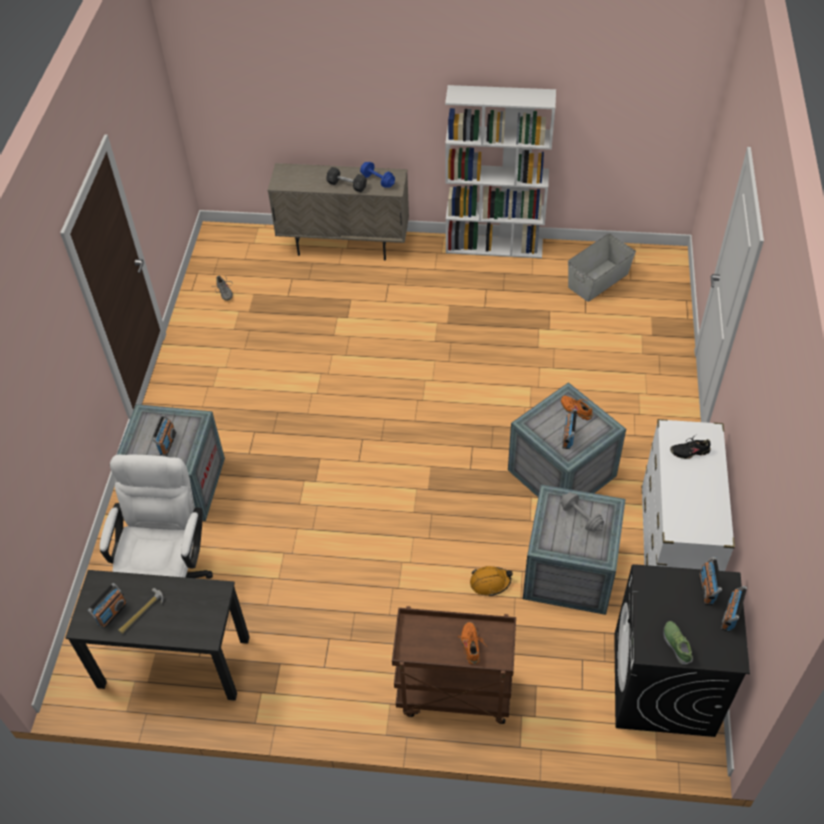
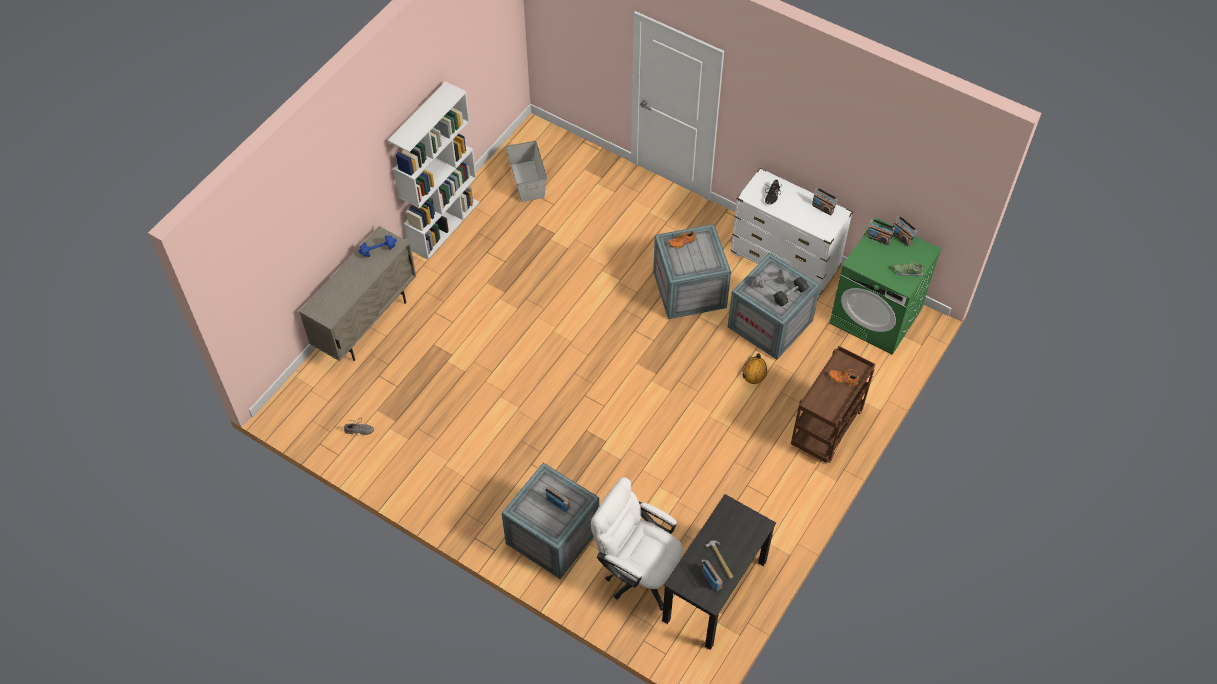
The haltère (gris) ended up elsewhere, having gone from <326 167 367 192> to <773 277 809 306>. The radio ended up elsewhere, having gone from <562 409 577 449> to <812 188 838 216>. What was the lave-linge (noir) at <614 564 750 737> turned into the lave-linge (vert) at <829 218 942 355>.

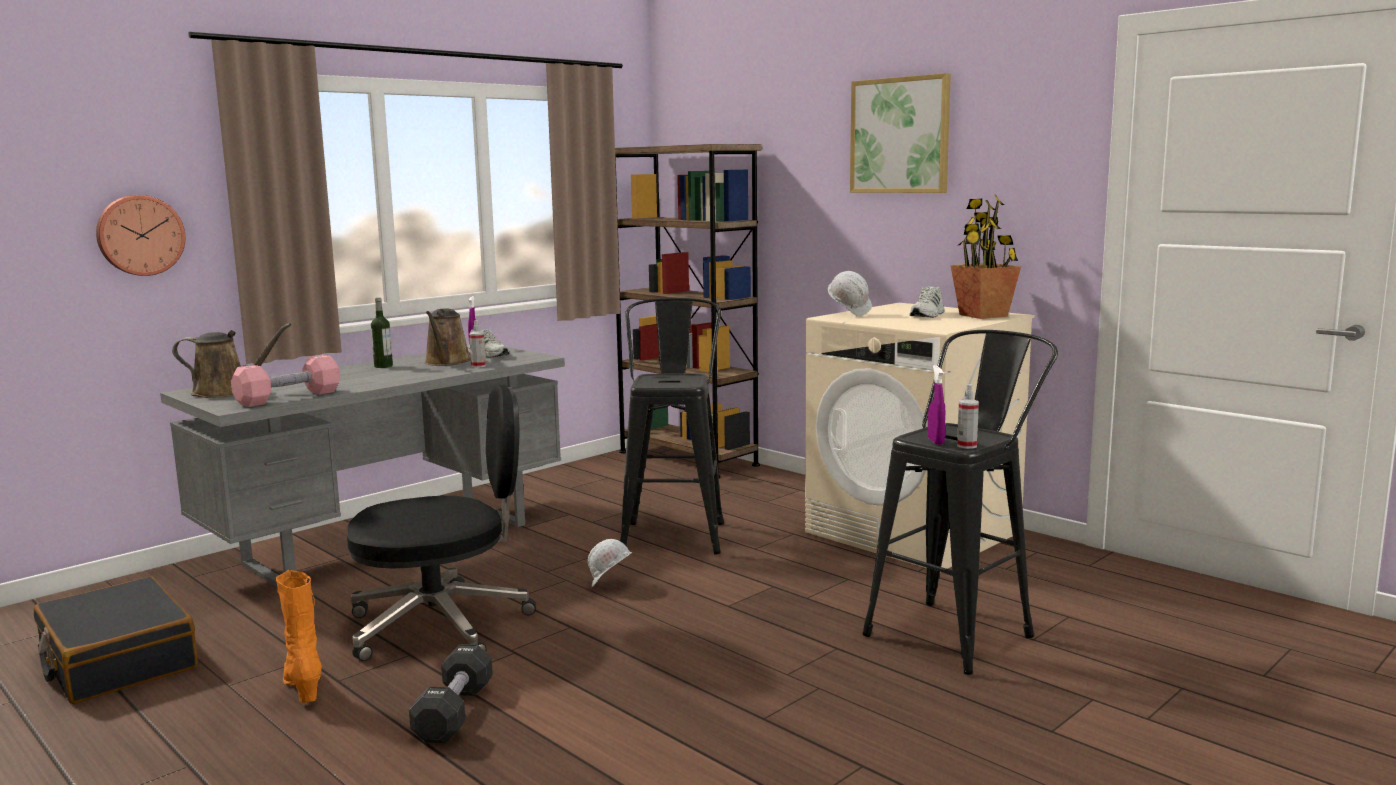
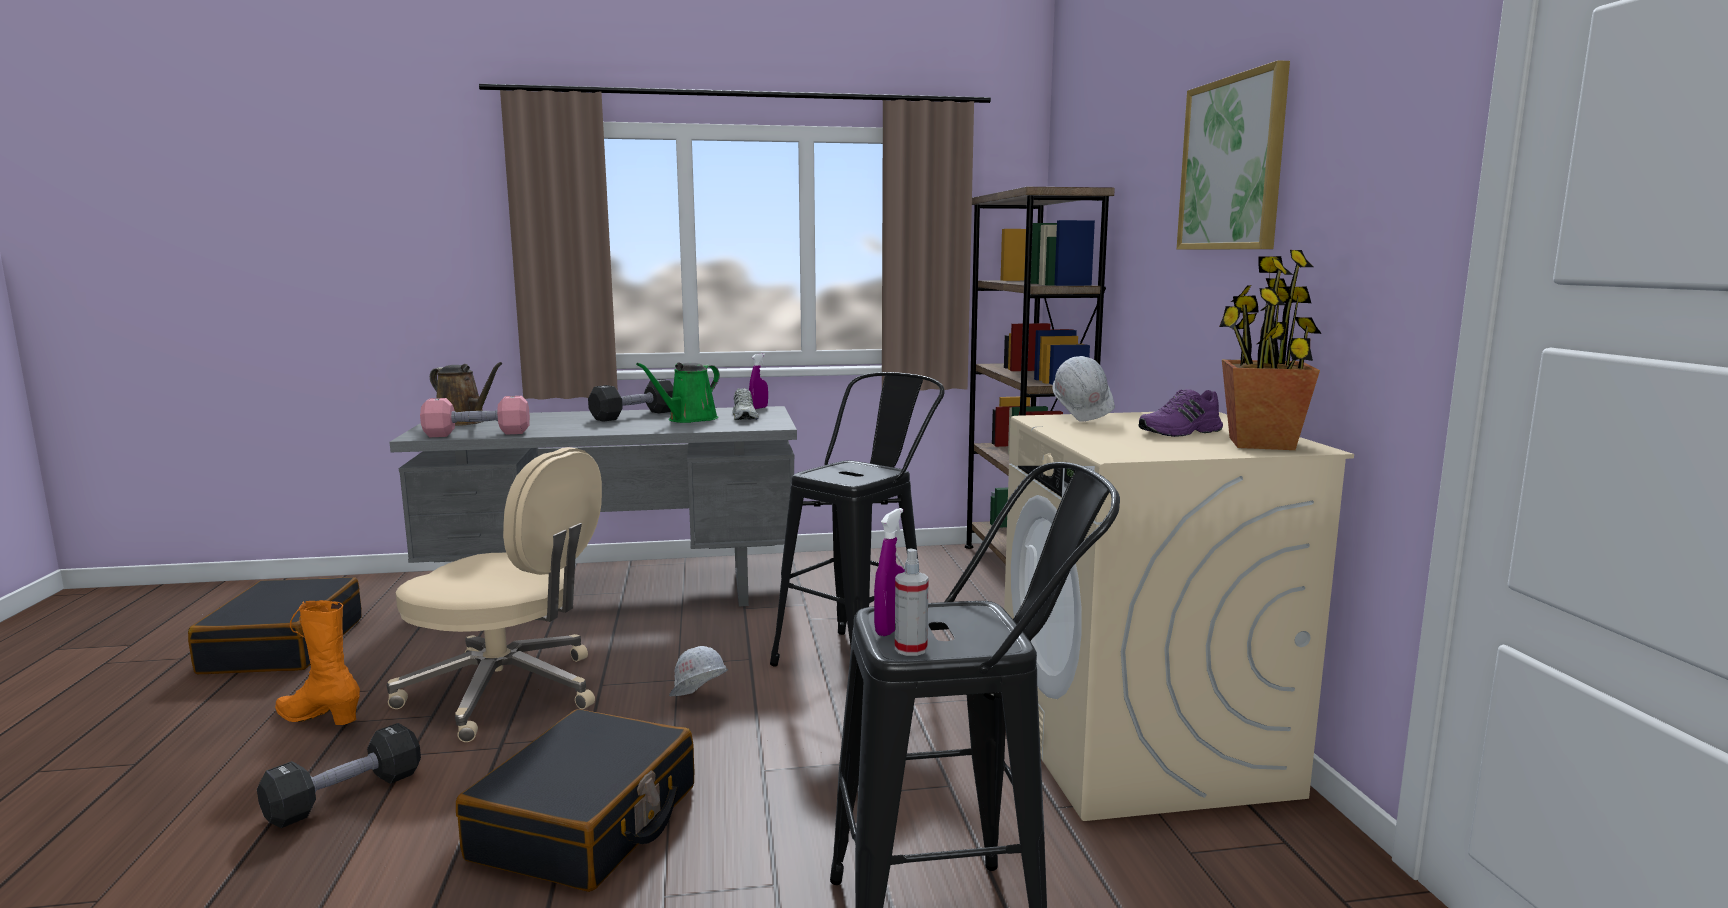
The second view lost the horloge murale at <96 195 185 276>. The botte (orange) at <276 570 322 703> ended up facing another way, 75 degrees counterclockwise from before. What was the chaise de bureau (noir) at <347 384 536 661> turned into the chaise de bureau (beige) at <387 447 602 742>. Where the bouteille stood at <371 298 393 368>, the haltère (noir) came to stand at <588 379 673 422>. What was the arrosoir (marron) at <424 308 471 366> turned into the arrosoir (vert) at <636 362 720 423>. The second view lost the vaporisateur at <469 320 486 368>. What was the chaussure (blanc) at <910 286 945 318> turned into the chaussure (violet) at <1138 389 1223 437>. The second view gained the valise (noir) at <456 709 694 892>.

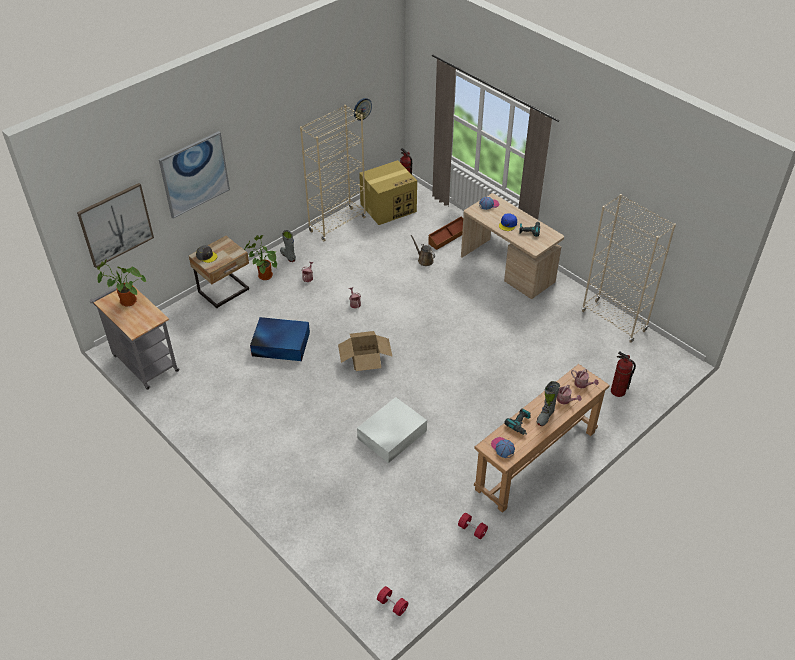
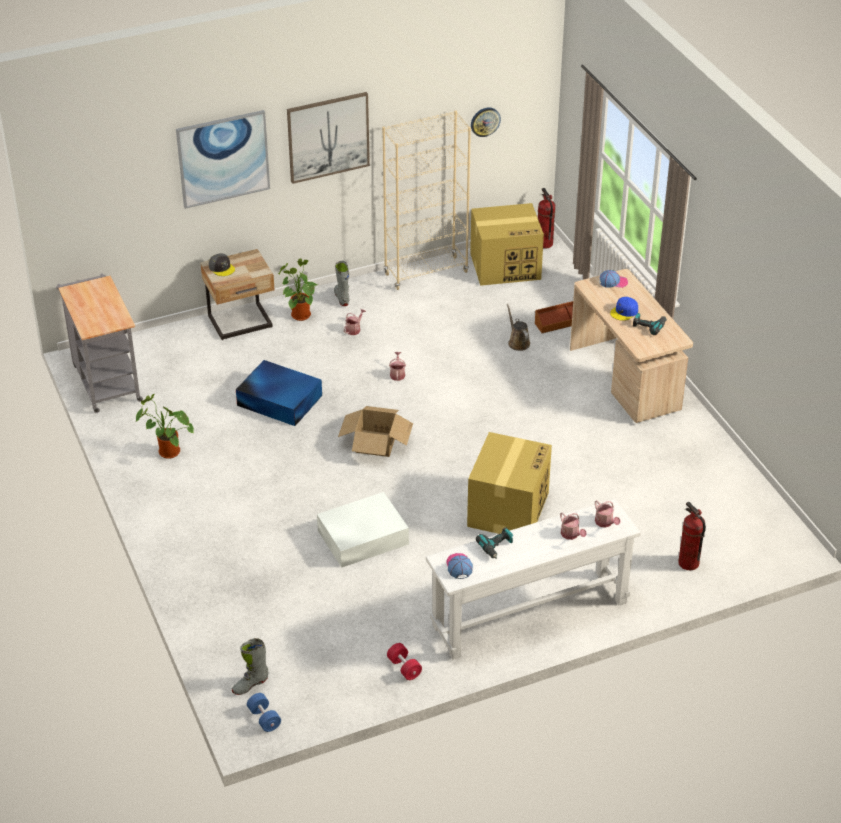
The tableau ended up elsewhere, having gone from <77 183 154 268> to <287 92 370 184>. The plante en pot ended up elsewhere, having gone from <97 259 146 306> to <136 394 194 459>. What was the haltère (rouge) at <377 586 408 616> turned into the haltère (bleu) at <247 693 281 732>. What was the table console (marron) at <474 364 610 513> turned into the table console (blanc) at <426 499 641 660>. The botte (gris) ended up elsewhere, having gone from <537 381 560 426> to <232 638 268 695>. The second view lost the bibliothèque (beige) at <582 194 676 343>. The second view gained the carton at <467 432 552 534>.

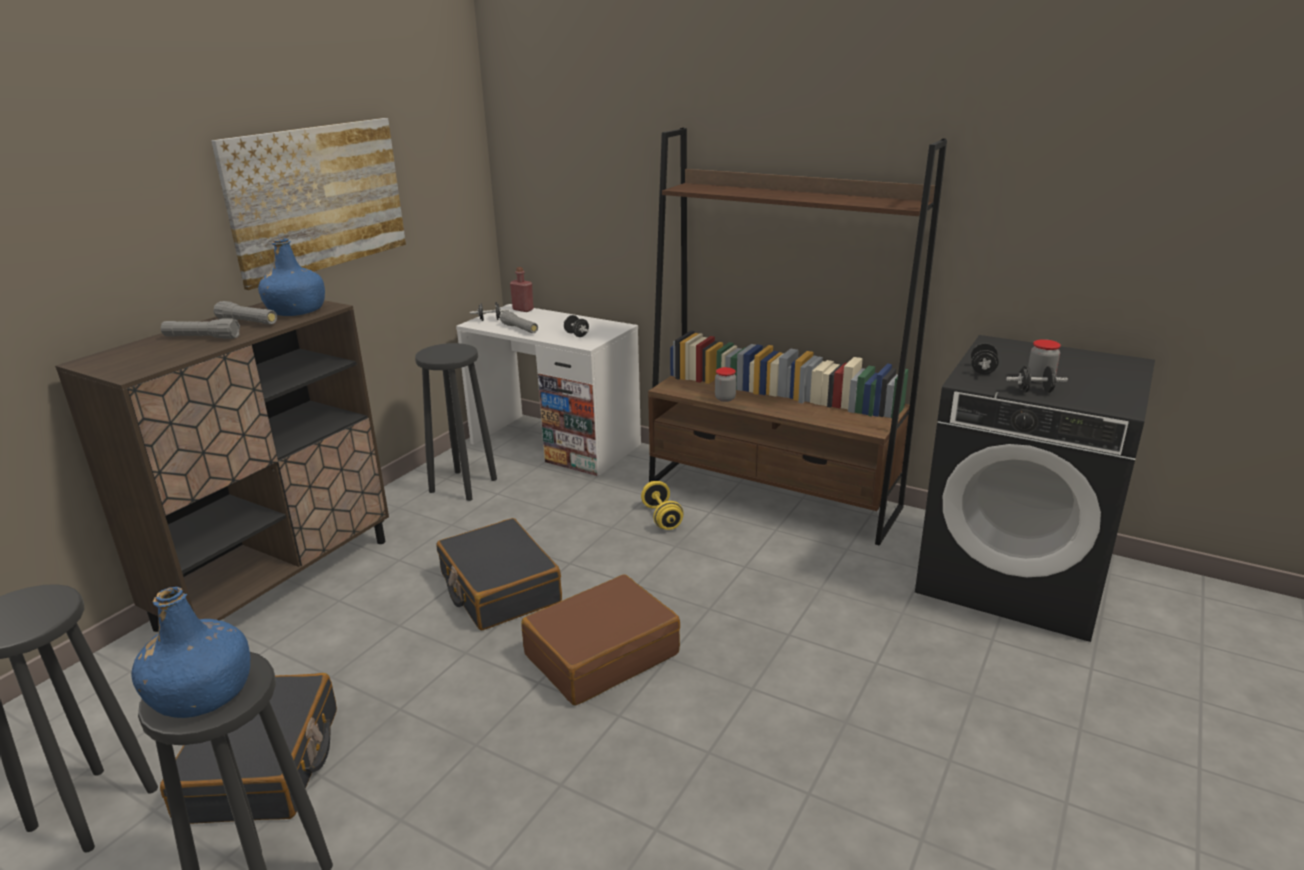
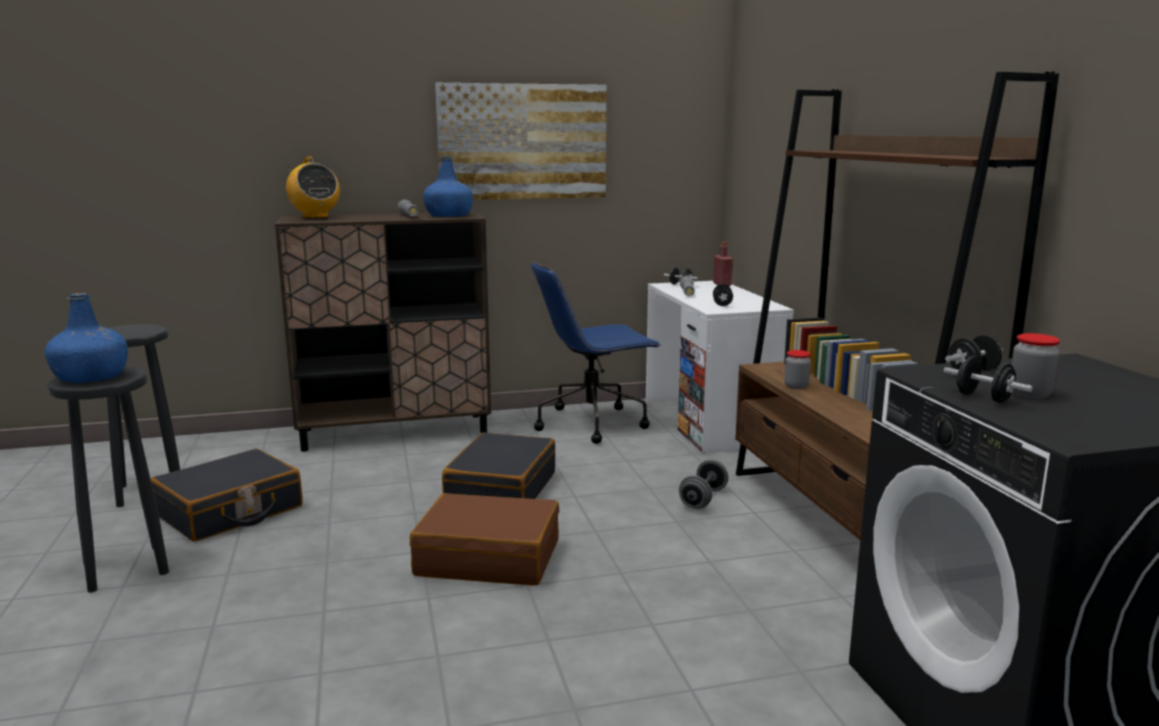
The second view lost the lampe de poche (gris) at <161 318 240 339>. Where the tabouret (noir) stood at <415 343 497 501>, the chaise de bureau (bleu) came to stand at <531 261 661 444>. What was the haltère (jaune) at <641 481 684 530> turned into the haltère (gris) at <679 460 728 509>. The second view gained the radio at <286 157 340 218>.

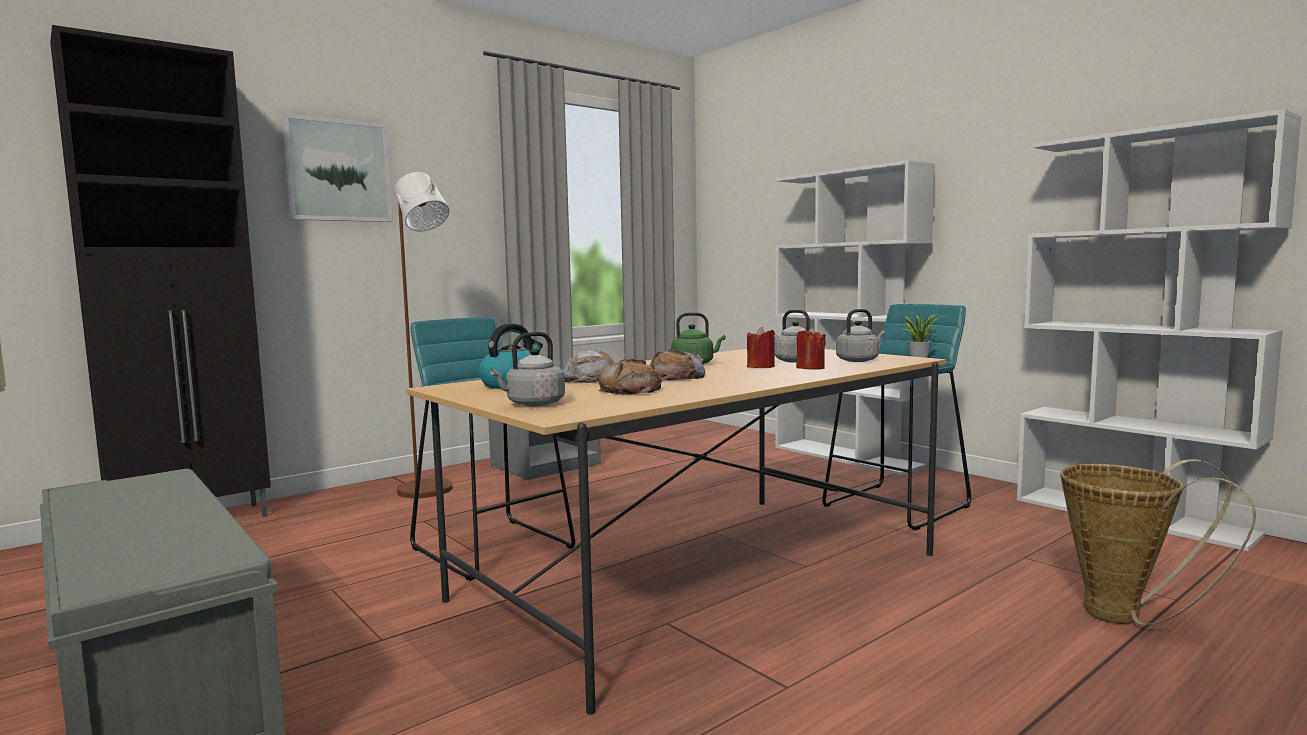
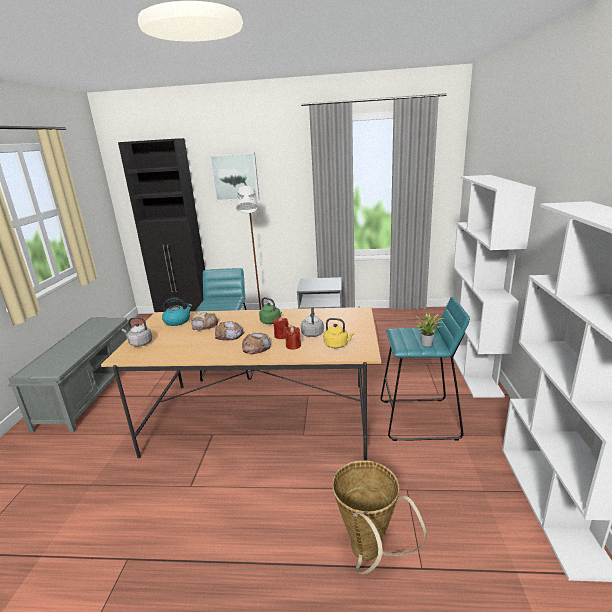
The pain ended up elsewhere, having gone from <599 359 662 394> to <242 333 271 355>. What was the bouilloire (gris) at <836 309 885 362> turned into the bouilloire (jaune) at <324 318 354 348>.

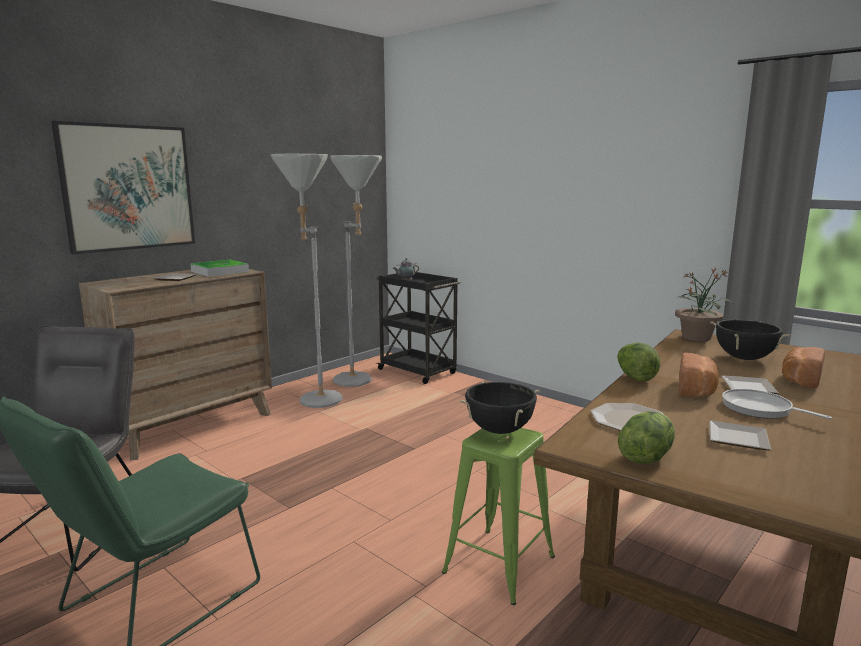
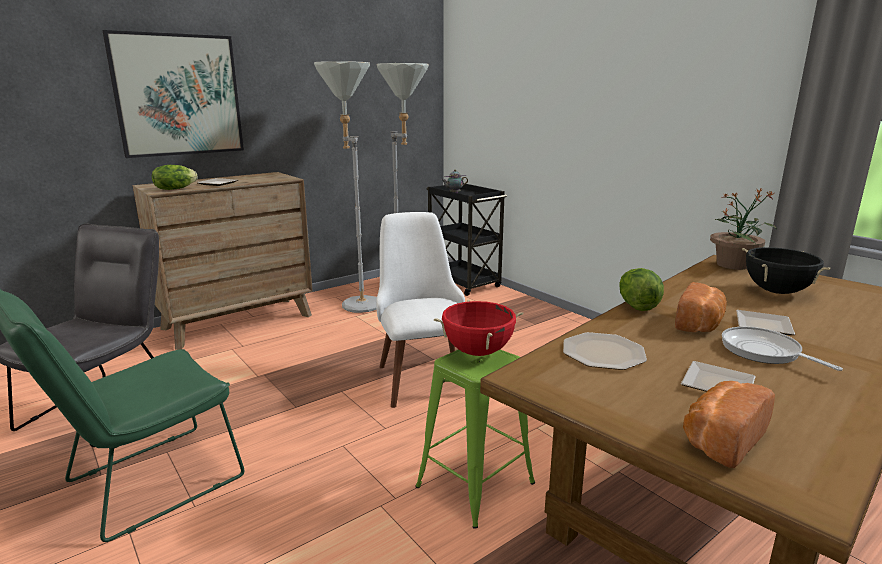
The second view lost the plateau at <190 260 249 277>. What was the marmite (noir) at <460 381 540 434> turned into the marmite (rouge) at <434 300 523 356>. The laitue ended up elsewhere, having gone from <618 411 675 464> to <152 165 198 190>. The pain ended up elsewhere, having gone from <782 347 825 388> to <683 381 775 468>. The second view gained the chaise (blanc) at <376 212 465 408>.

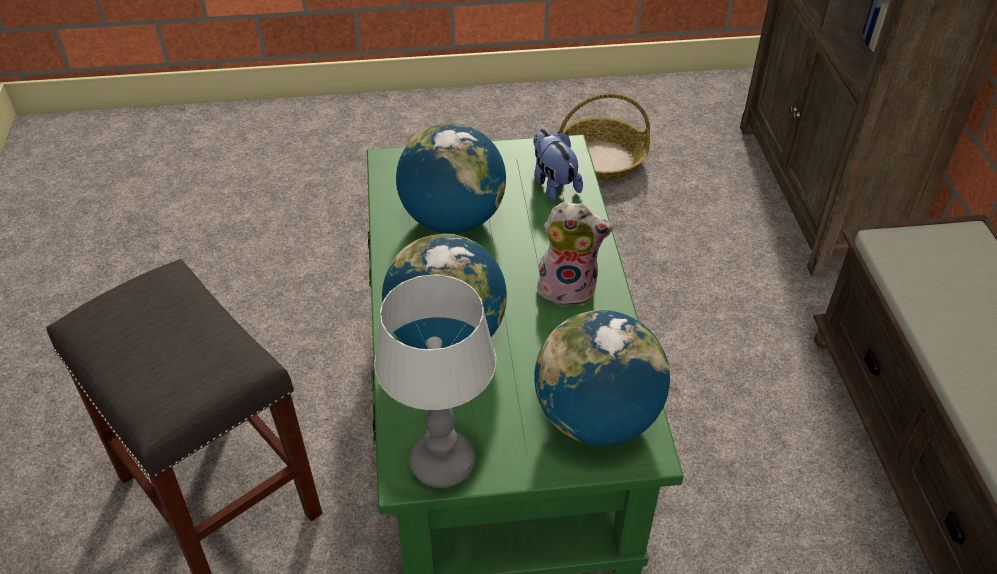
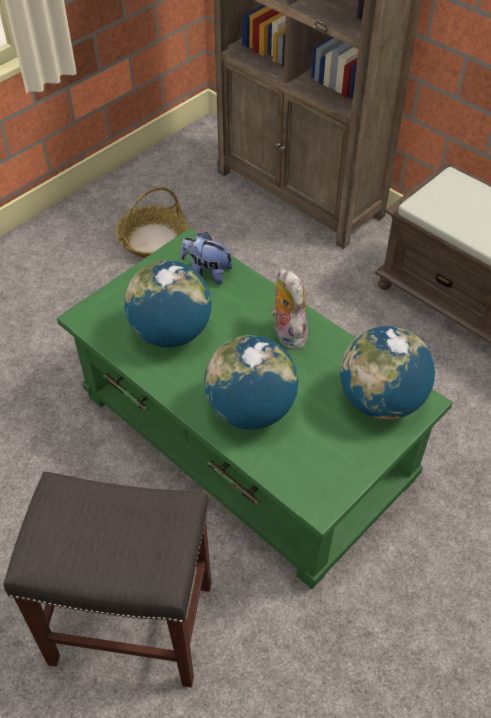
The second view lost the lampe de table at <374 274 496 488>. The peluche at <533 202 613 307> ended up facing another way, 75 degrees counterclockwise from before.

